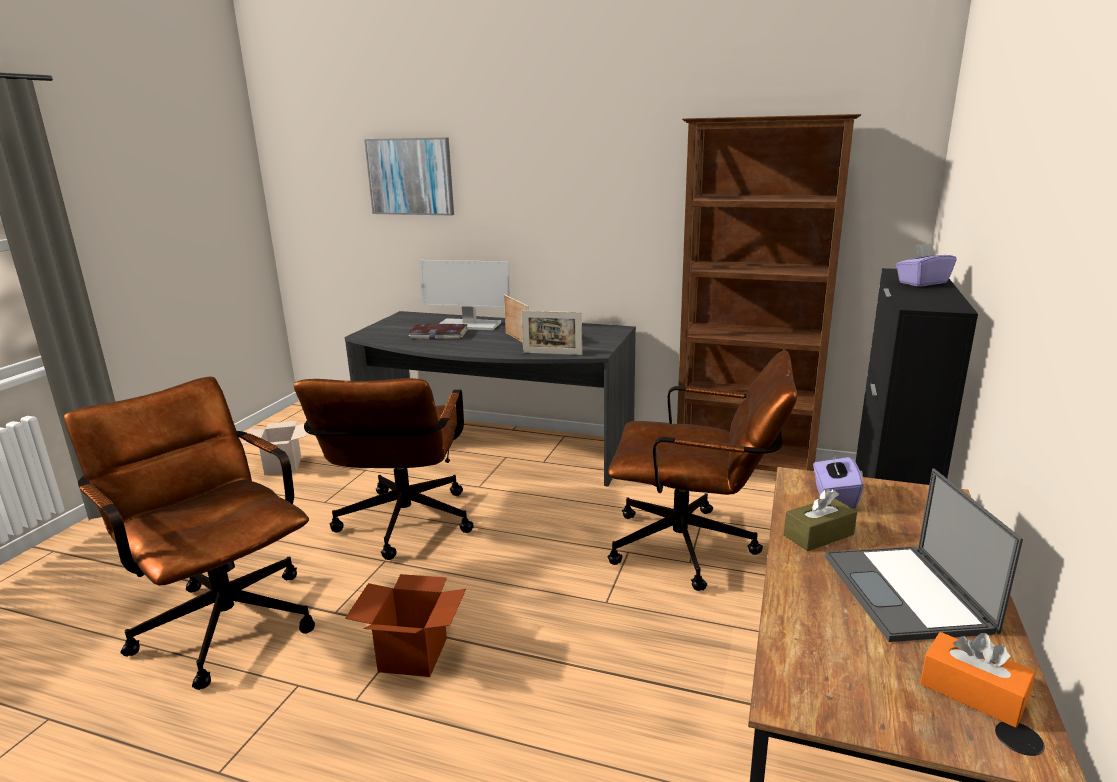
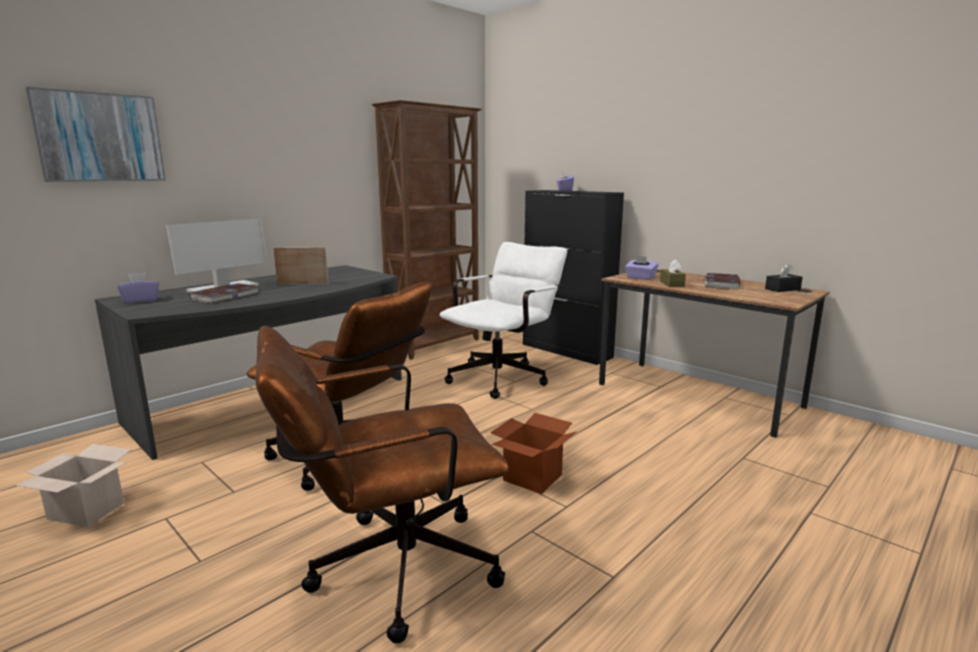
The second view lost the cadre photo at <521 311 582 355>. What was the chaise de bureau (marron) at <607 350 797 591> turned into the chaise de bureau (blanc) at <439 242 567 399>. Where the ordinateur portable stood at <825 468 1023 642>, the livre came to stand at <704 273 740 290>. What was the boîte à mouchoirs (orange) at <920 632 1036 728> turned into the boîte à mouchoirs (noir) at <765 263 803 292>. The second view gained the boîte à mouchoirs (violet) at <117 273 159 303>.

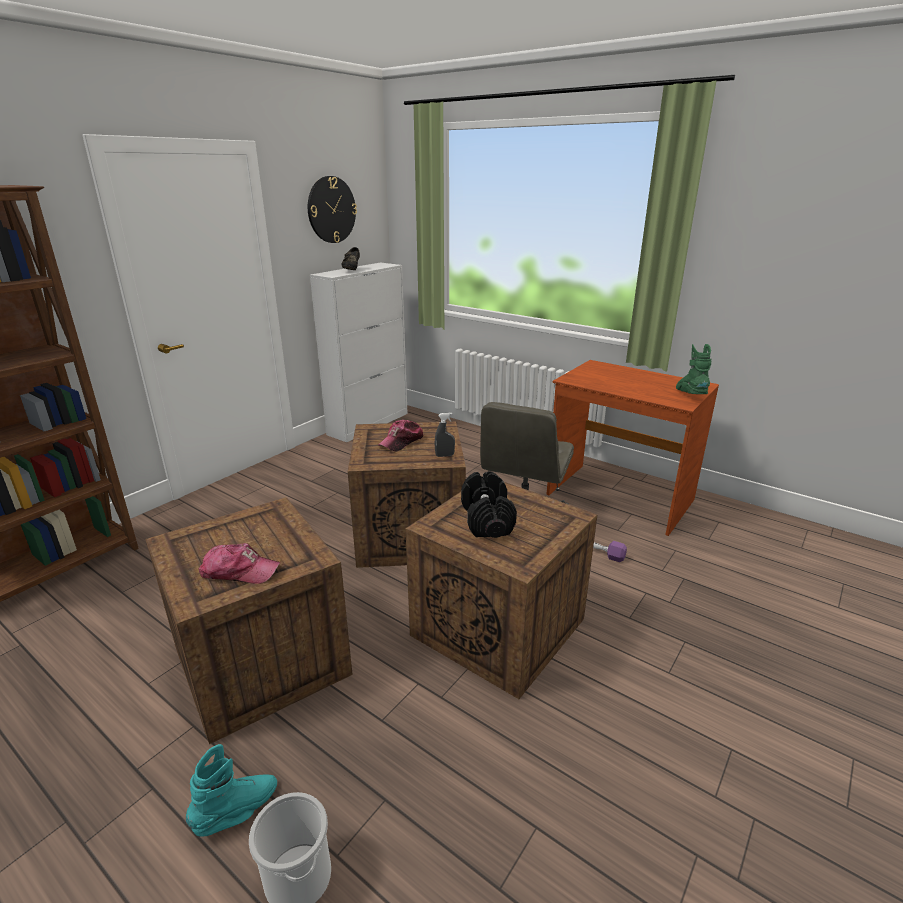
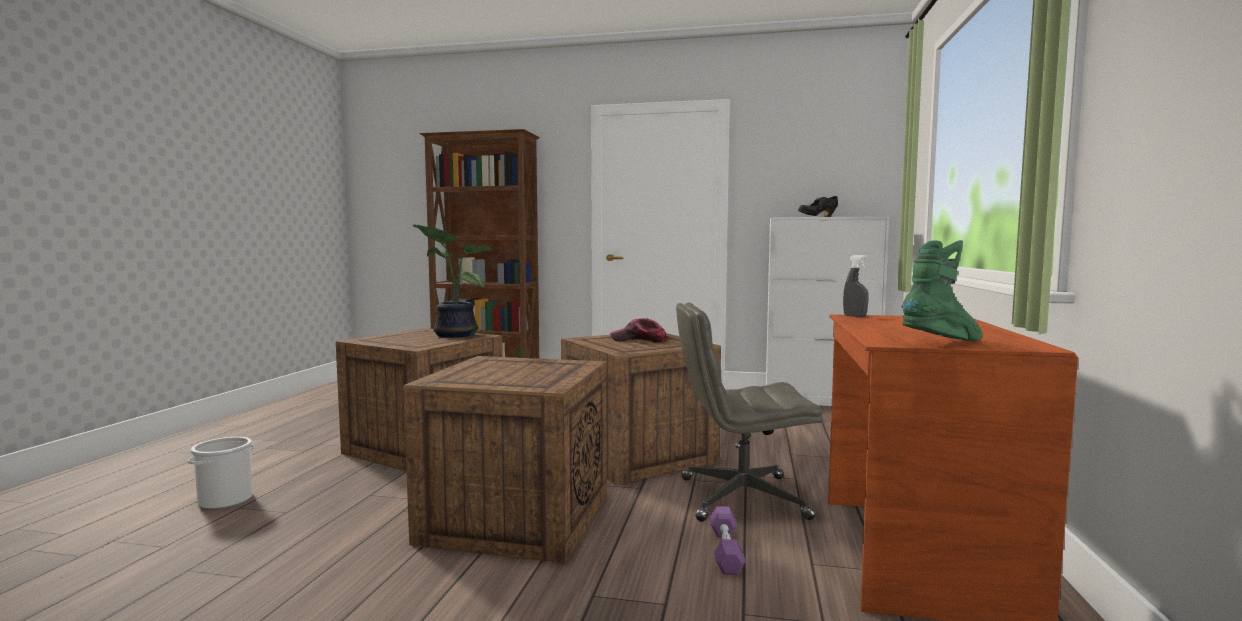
The second view lost the botte (turquoise) at <186 744 277 836>. The second view lost the casquette at <198 543 280 584>. The second view lost the horloge murale at <308 176 357 243>. The vaporisateur (gris) ended up elsewhere, having gone from <434 412 455 457> to <843 255 868 317>. The second view lost the haltère (noir) at <461 471 517 538>. The second view gained the plante en pot at <412 224 493 338>.

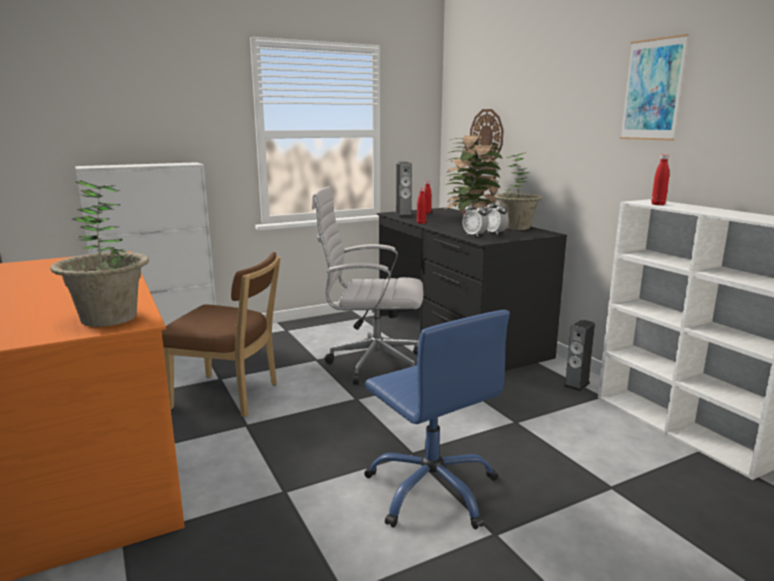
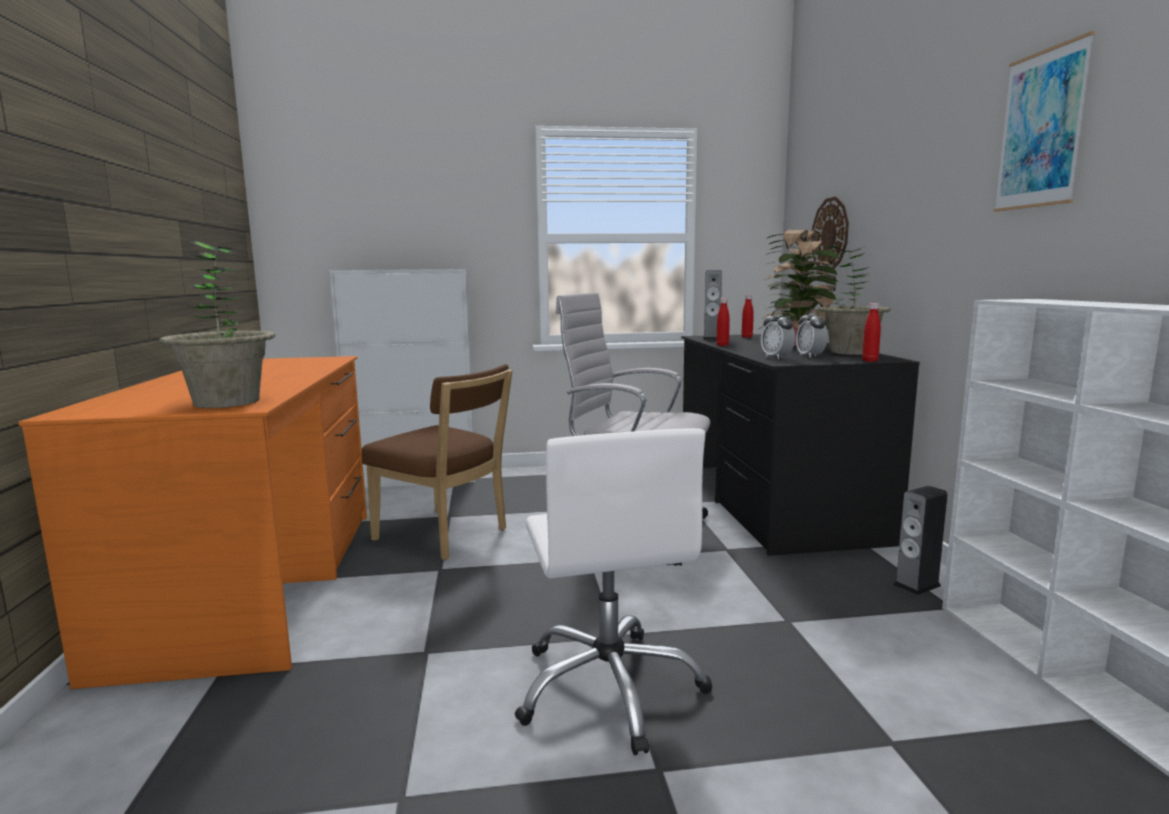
What was the chaise de bureau (bleu) at <364 310 510 529> turned into the chaise de bureau (blanc) at <515 428 713 755>. The bouteille (rouge) ended up elsewhere, having gone from <652 154 669 205> to <862 303 881 362>.

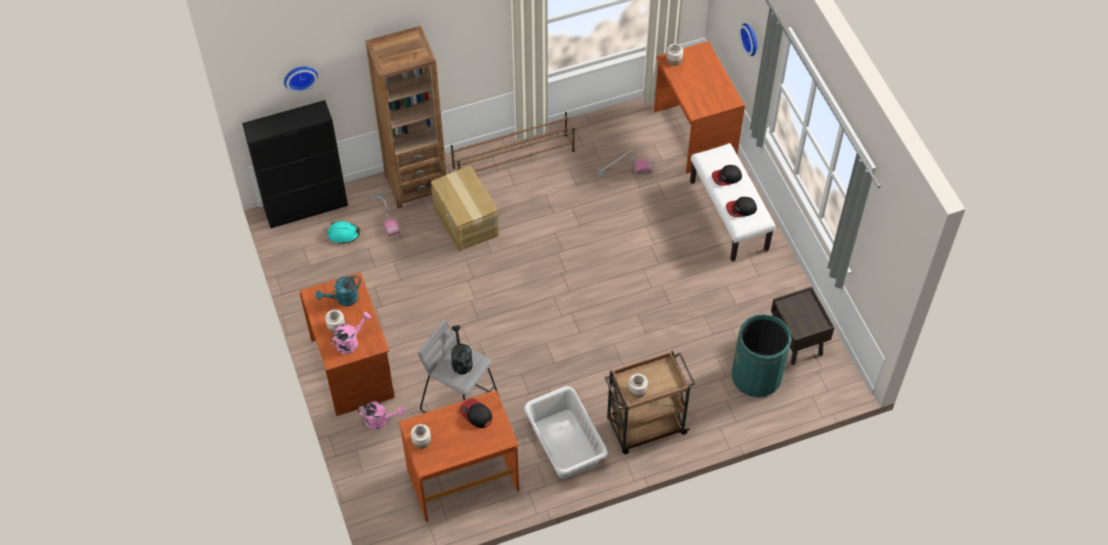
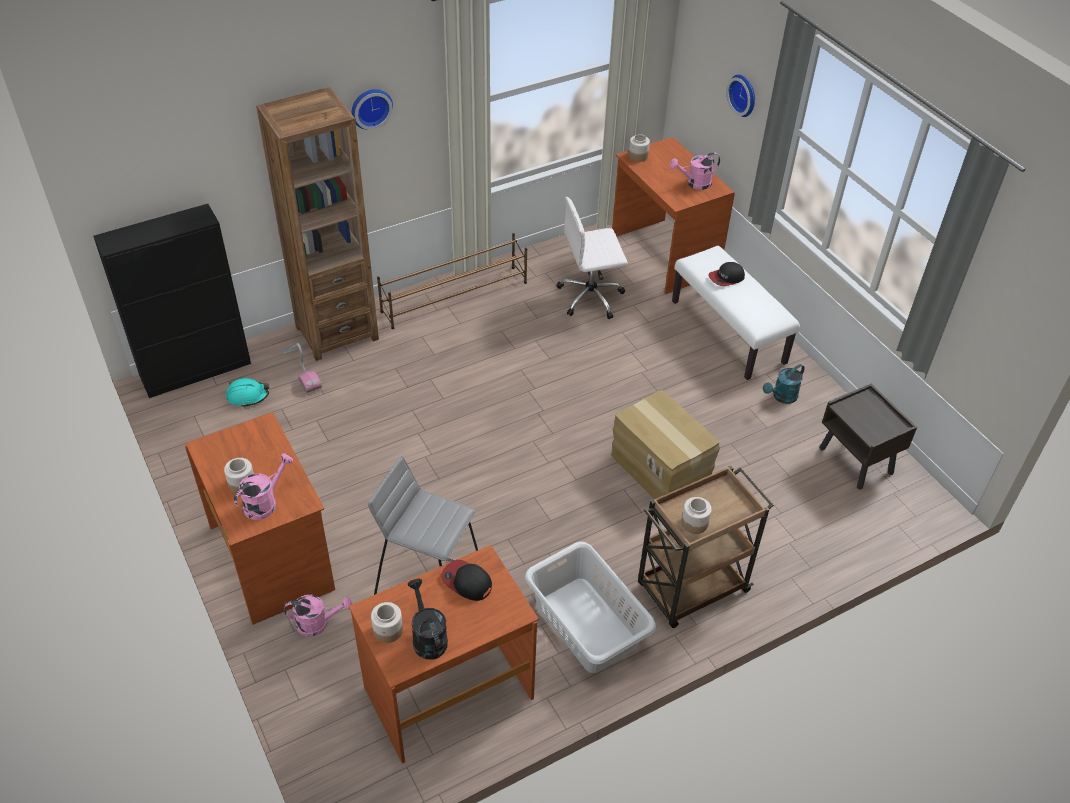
The horloge murale ended up elsewhere, having gone from <284 67 318 92> to <351 89 393 130>. The arrosoir (turquoise) ended up elsewhere, having gone from <316 275 361 306> to <763 364 805 404>. The carton ended up elsewhere, having gone from <431 166 499 252> to <611 390 720 499>. The arrosoir (noir) ended up elsewhere, having gone from <451 325 473 374> to <408 578 448 660>. Where the aspirateur stood at <597 151 653 177>, the chaise de bureau (blanc) came to stand at <557 197 628 319>. The second view lost the casquette at <726 197 757 217>. The second view lost the poubelle (vert) at <732 314 791 397>. The second view gained the arrosoir (rose) at <670 153 720 190>.

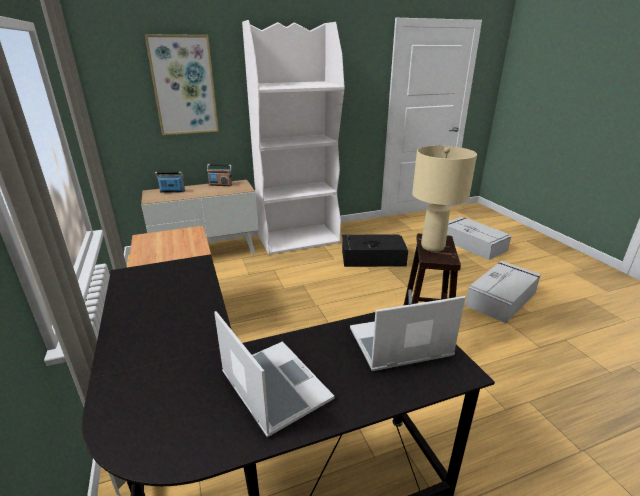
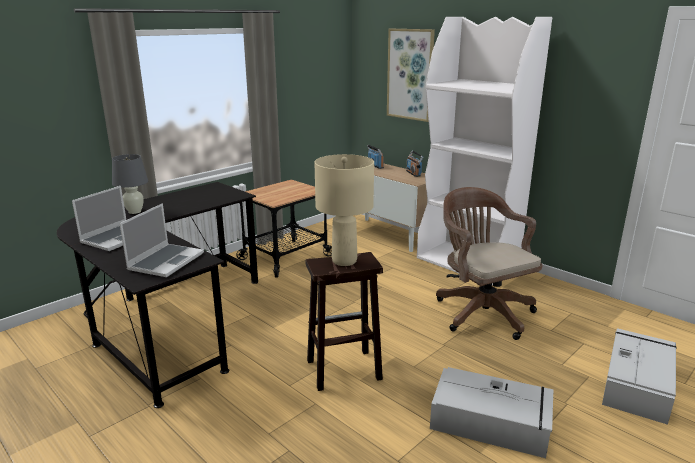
Where the boîte de rangement (noir) stood at <342 234 408 267>, the chaise de bureau (marron) came to stand at <436 187 543 340>. The ordinateur portable at <350 296 465 371> ended up facing another way, 60 degrees clockwise from before. The second view gained the lampe de table (gris) at <112 154 148 214>.

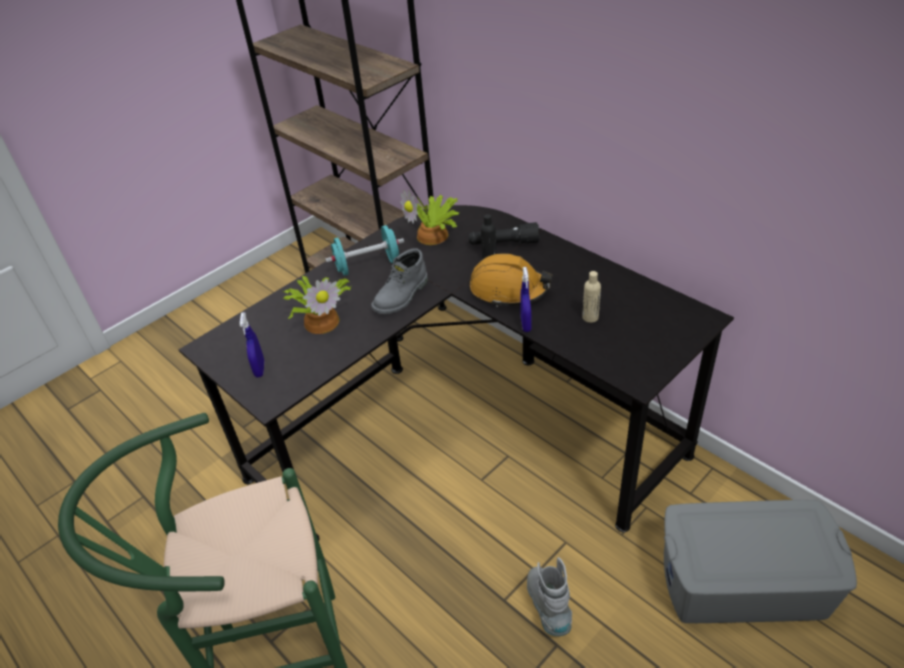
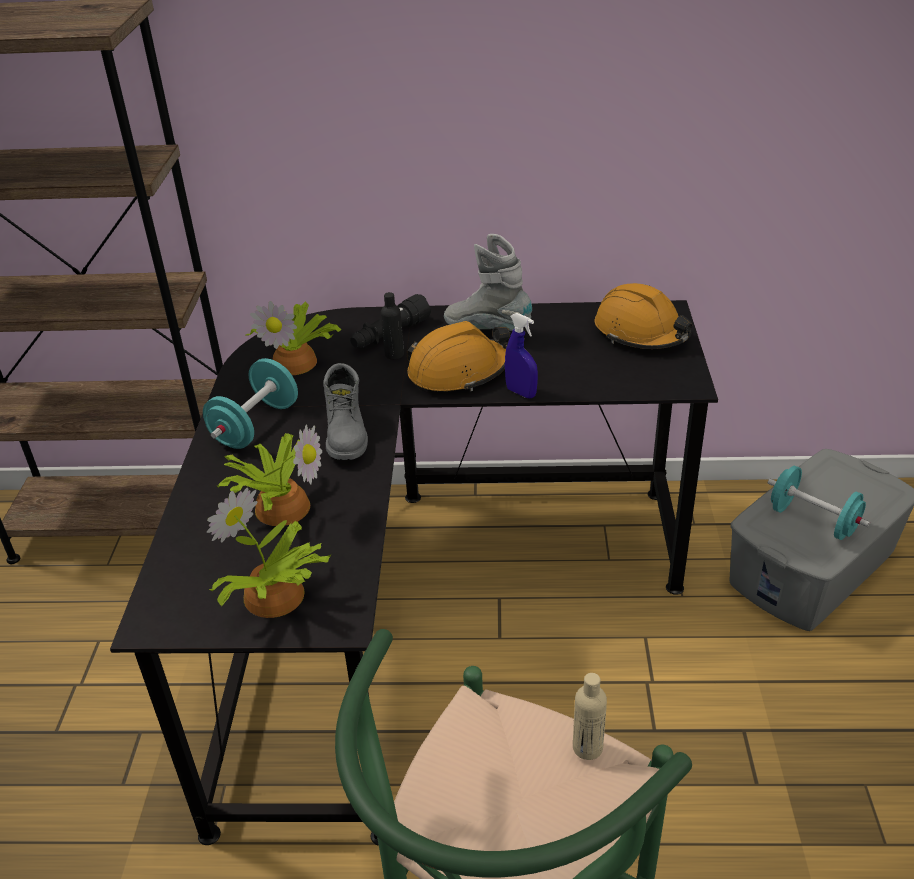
Where the vaporisateur (bleu) stood at <240 312 265 377>, the plante en pot came to stand at <207 487 331 618>. The botte (gris) ended up elsewhere, having gone from <527 557 572 636> to <444 234 532 331>. The bouteille (beige) ended up elsewhere, having gone from <582 271 601 323> to <573 673 607 760>. The second view gained the casque de chantier (orange) at <595 283 692 349>. The second view gained the haltère (turquoise) at <768 466 870 540>.

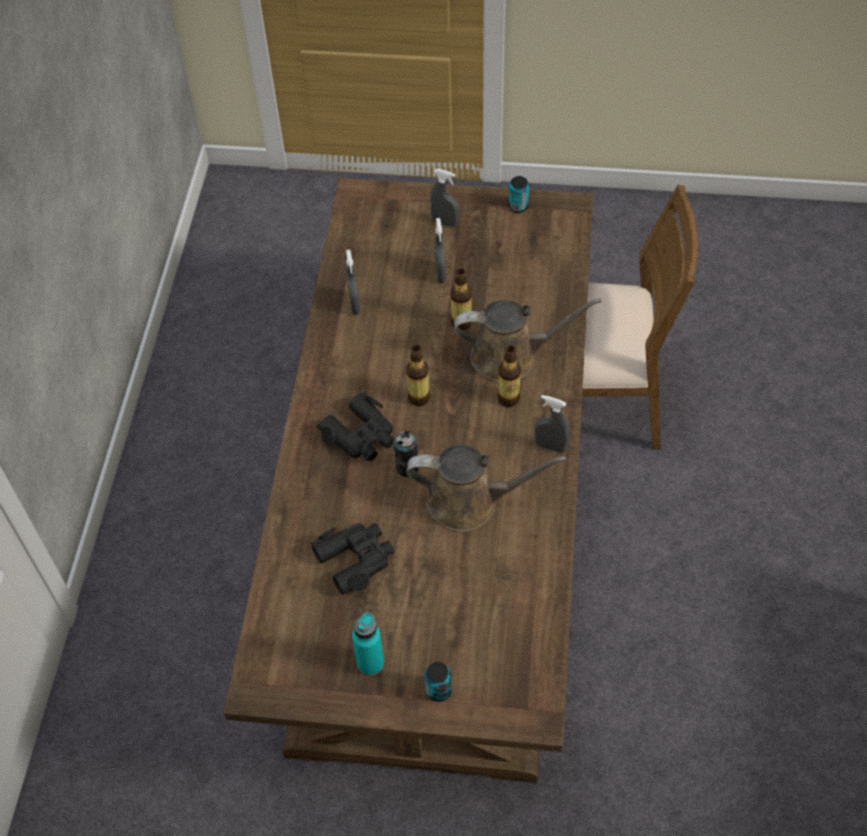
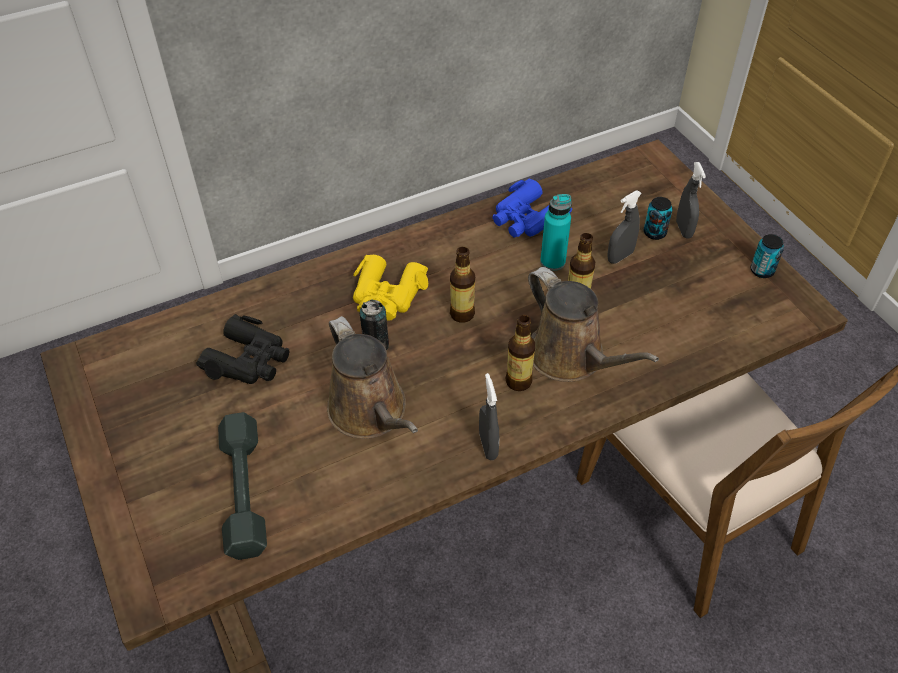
What was the jumelles (noir) at <317 392 395 461> turned into the jumelles (jaune) at <353 255 428 321>. Where the vaporisateur (gris) stood at <346 250 361 315>, the jumelles (bleu) came to stand at <492 179 572 237>. The bouteille (turquoise) ended up elsewhere, having gone from <352 612 384 676> to <540 194 572 271>. The boîte métallique ended up elsewhere, having gone from <424 662 452 702> to <644 197 672 240>. The second view gained the haltère (gris) at <218 412 267 560>.

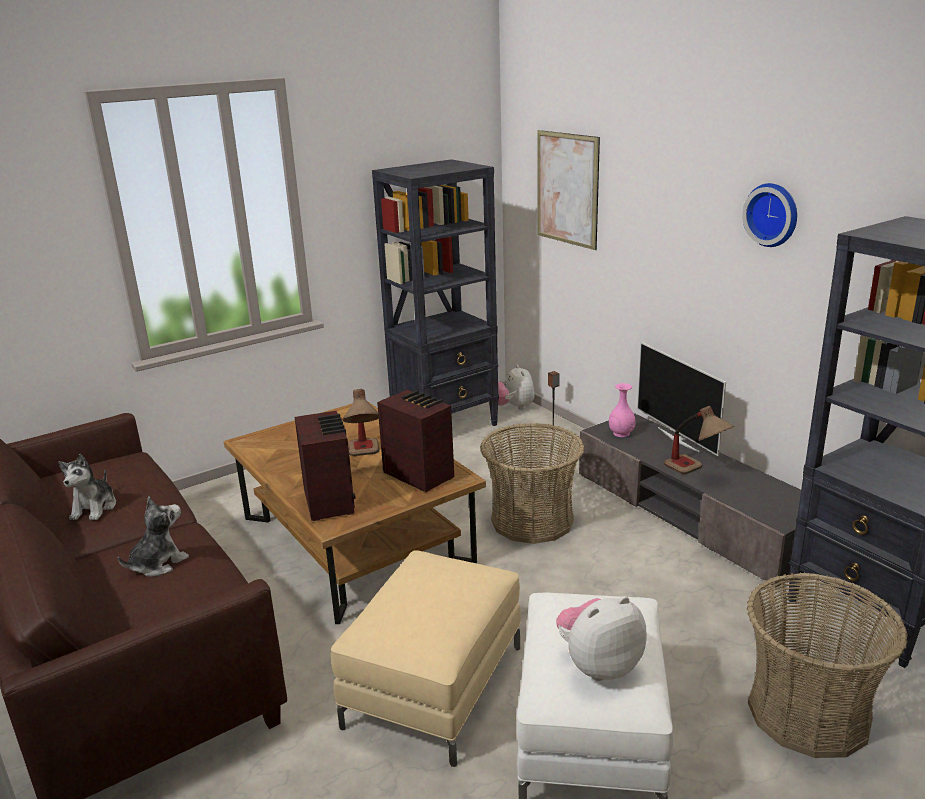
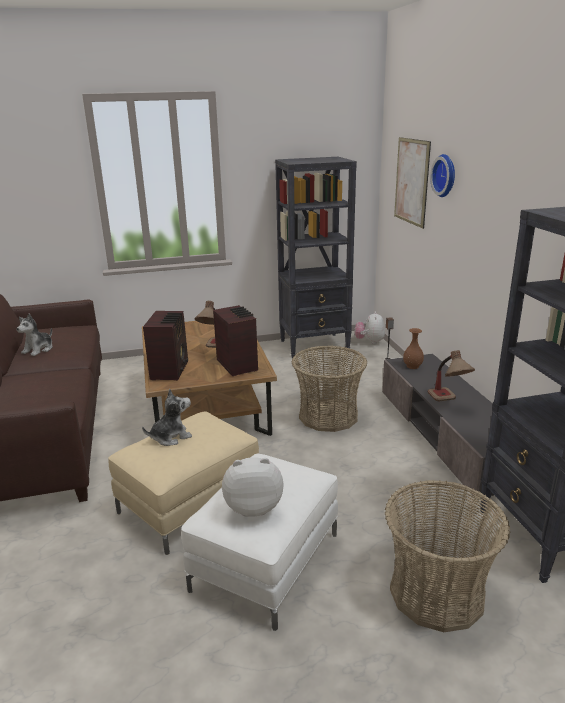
The peluche ended up elsewhere, having gone from <118 497 189 577> to <142 389 192 446>. What was the vase (rose) at <609 383 636 437> turned into the vase (marron) at <403 328 424 369>. The second view lost the téléviseur at <637 342 726 456>. The horloge murale ended up elsewhere, having gone from <742 183 797 247> to <430 154 455 197>.

